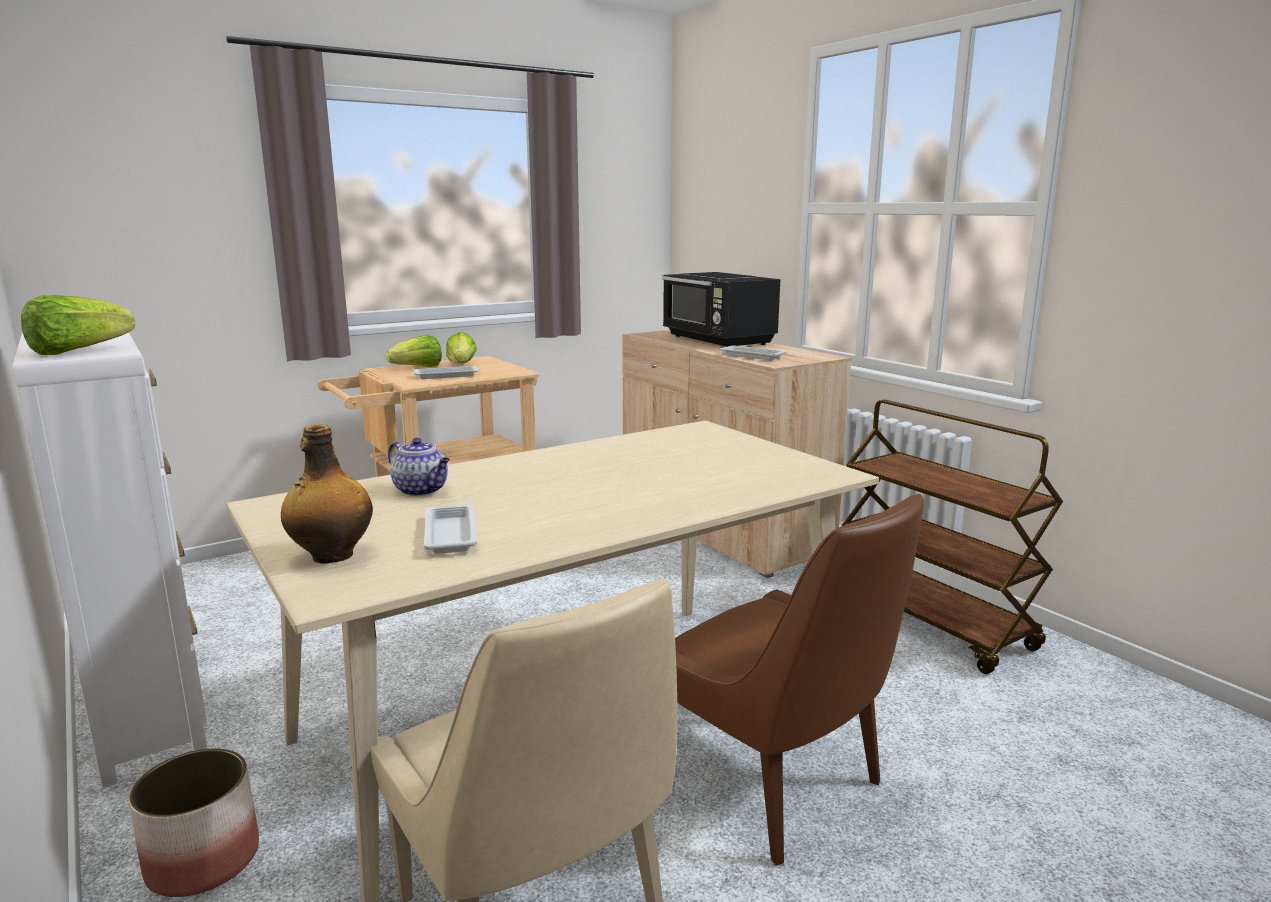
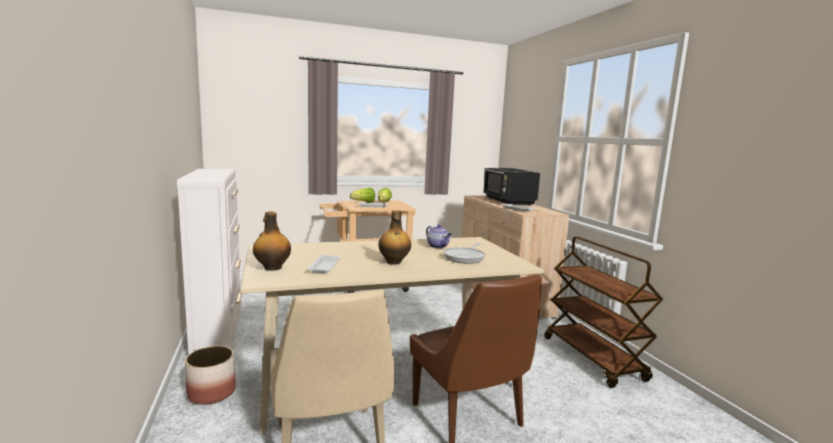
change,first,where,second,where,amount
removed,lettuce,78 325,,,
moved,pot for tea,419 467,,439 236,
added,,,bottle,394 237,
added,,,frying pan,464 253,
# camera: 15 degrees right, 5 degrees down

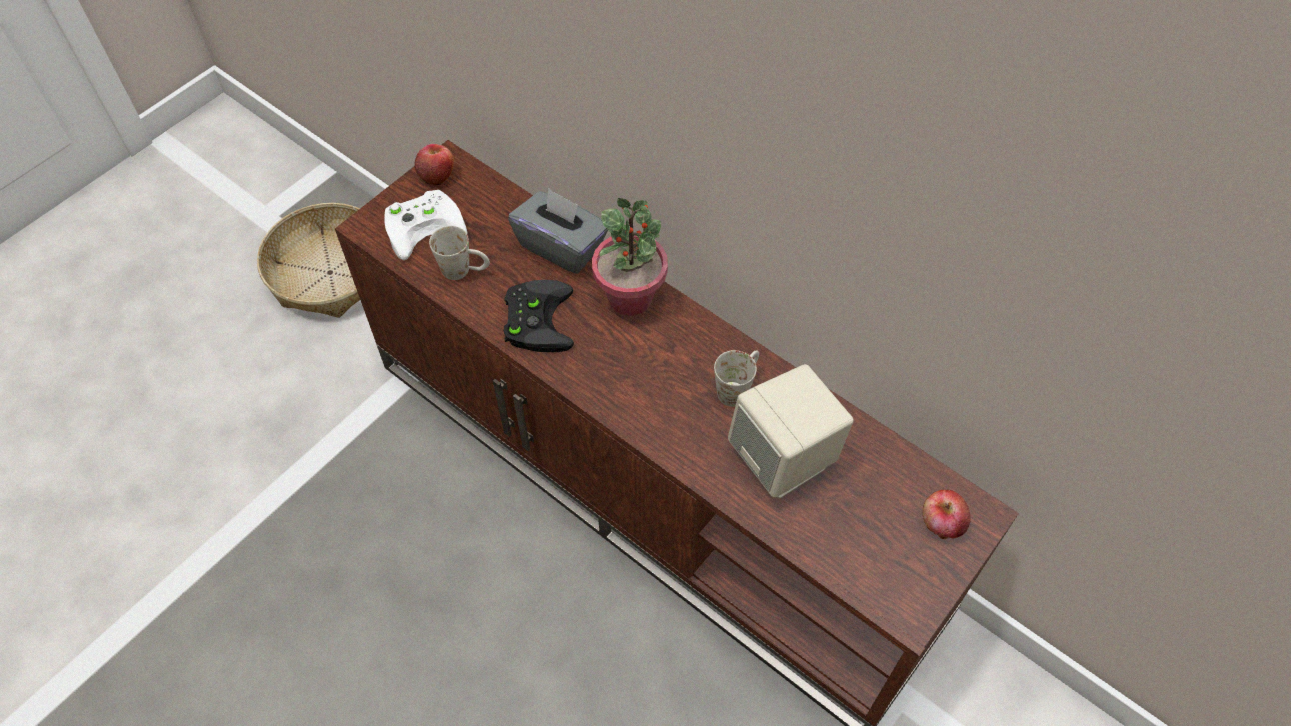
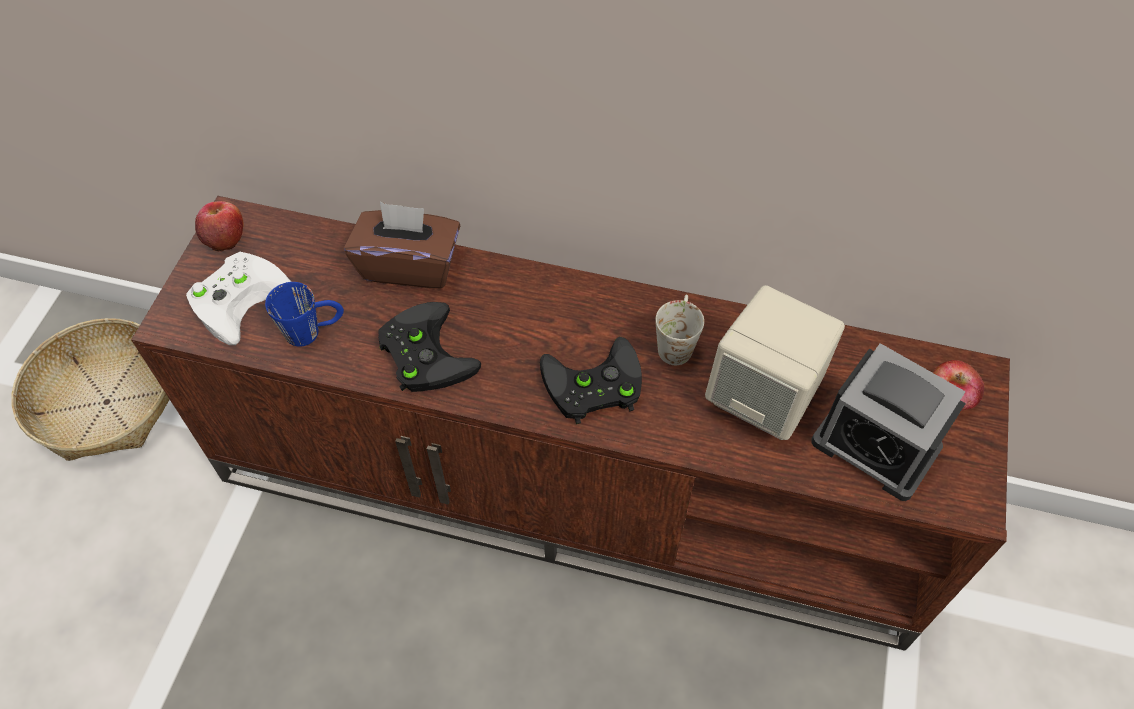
change,first,where,second,where,amount
recoloured,white tea mug,459 253,bluish tea mug,304 314,
recoloured,grey tissue box,558 231,brown tissue box,402 245,
removed,potted plant,630 257,,,
added,,,black-coloured joypad,591 380,
added,,,alarm clock,889 422,
# camera: 25 degrees left, 0 degrees up

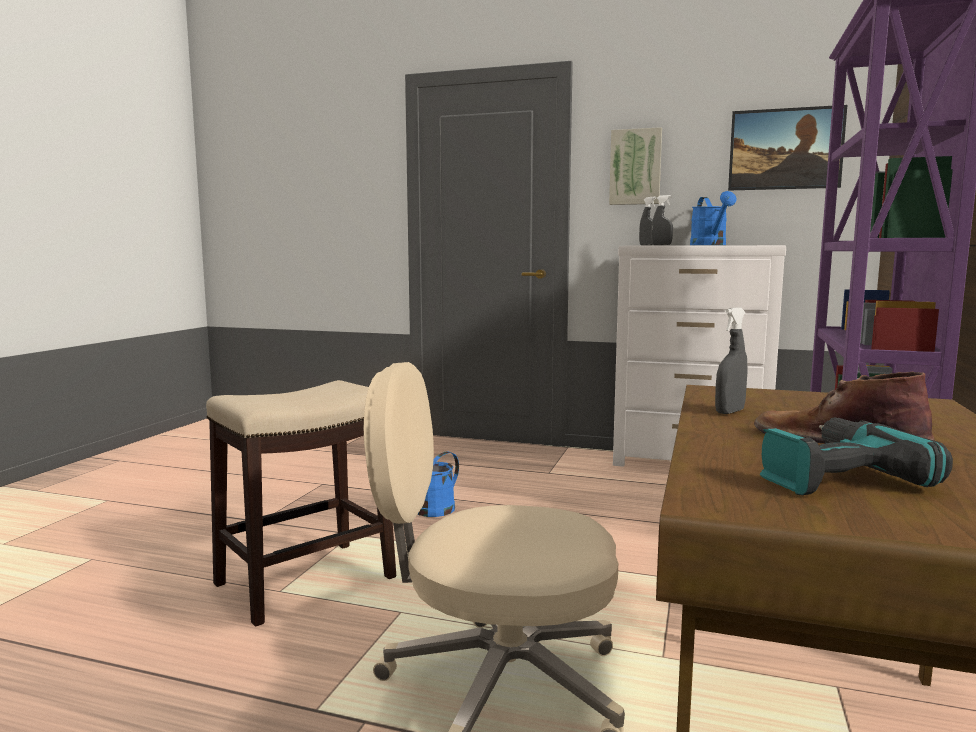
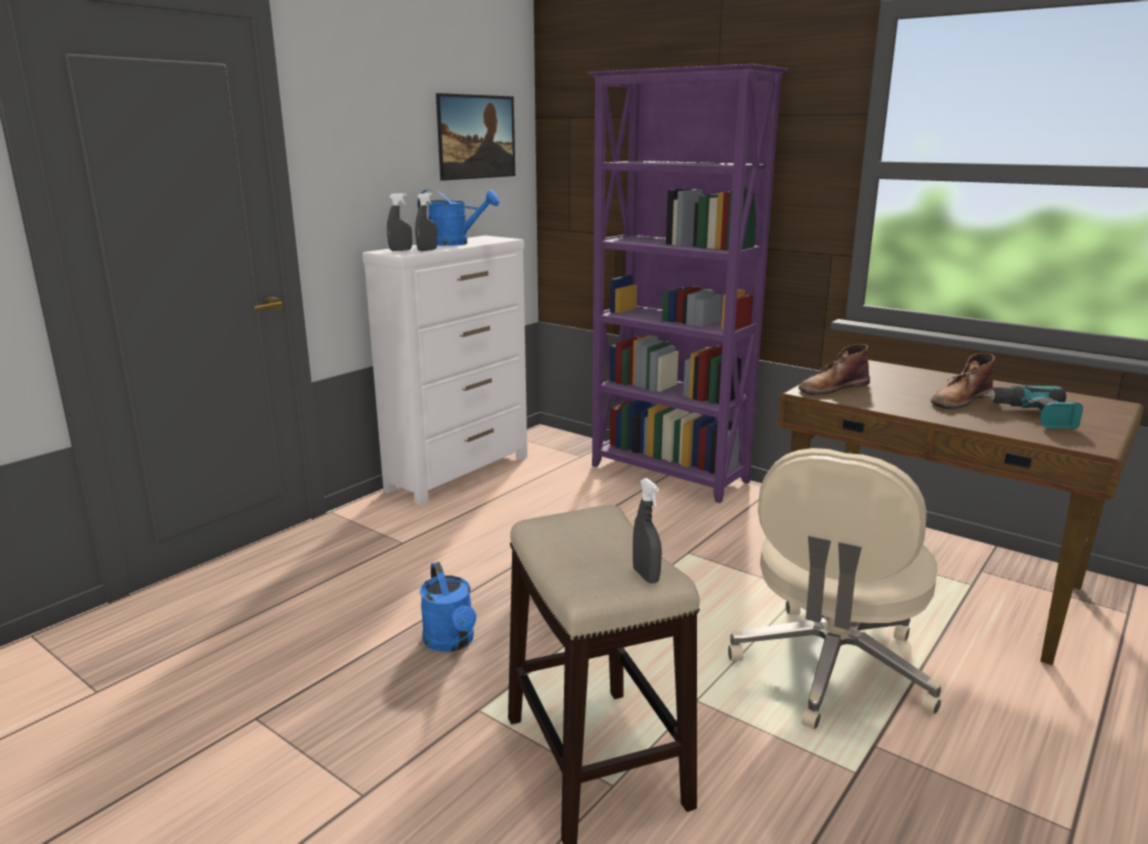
change,first,where,second,where,amount
removed,picture,635 166,,,
moved,grey spray bottle,731 360,,647 531,
added,,,brown boot,834 369,
# camera: 70 degrees left, 10 degrees up

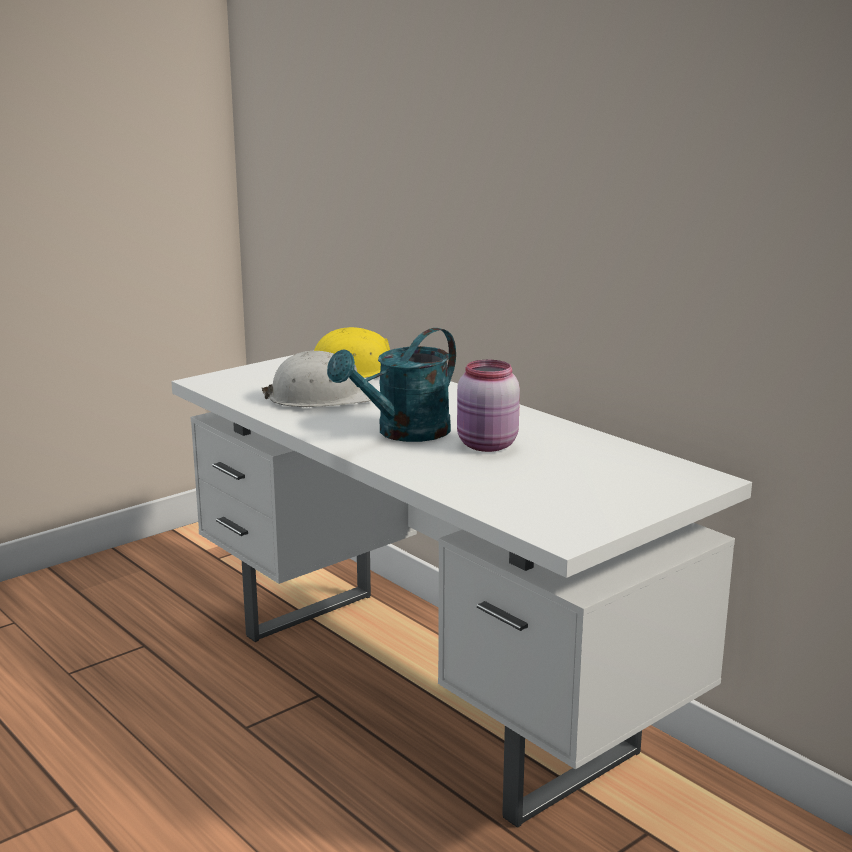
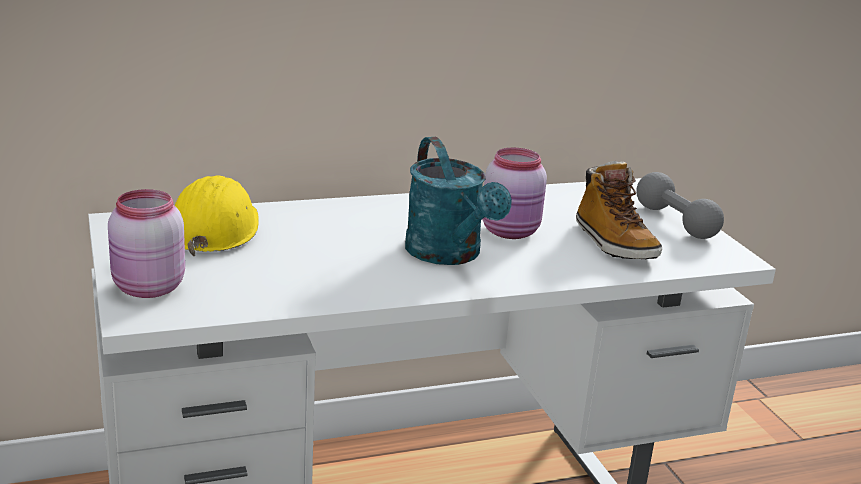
change,first,where,second,where,amount
removed,white work helmet,316 379,,,
added,,,pink storage jar,146 243,
added,,,boot,619 210,
added,,,grey hand weight,680 205,
# camera: 70 degrees left, 5 degrees up

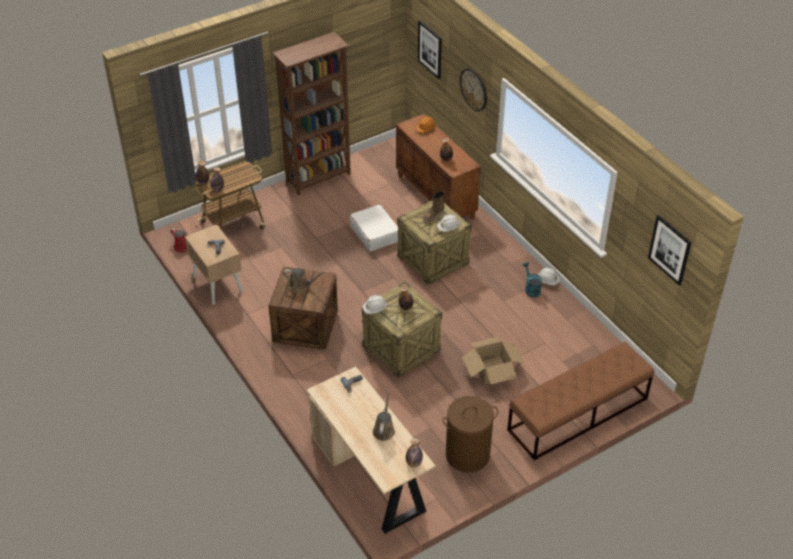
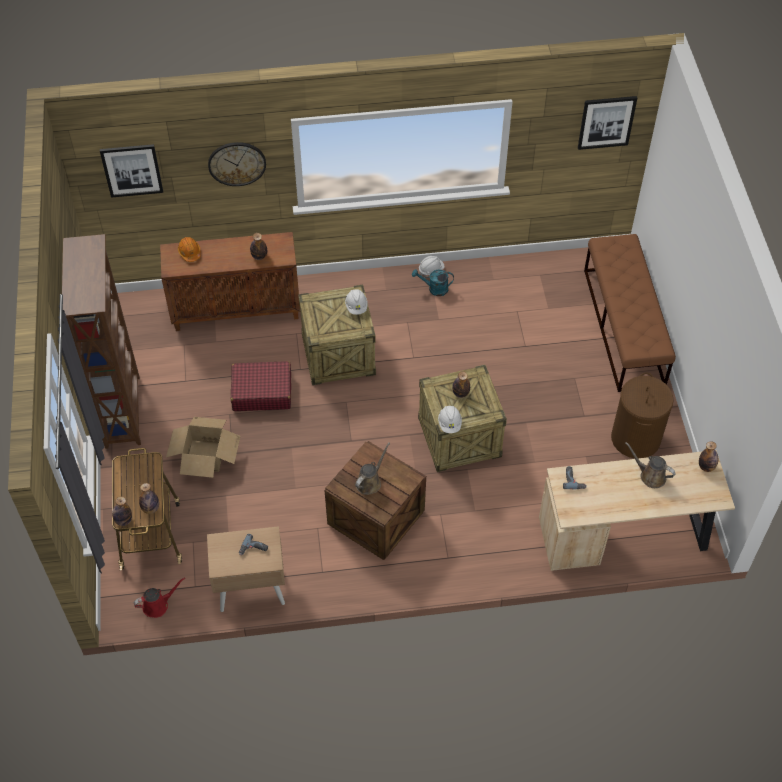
change,first,where,second,where,amount
recoloured,white piece of luggage,374 228,reddish piece of luggage,261 386,
removed,boot,434 206,,,
moved,cardboard box,493 360,,203 447,
# camera: 65 degrees left, 10 degrees up

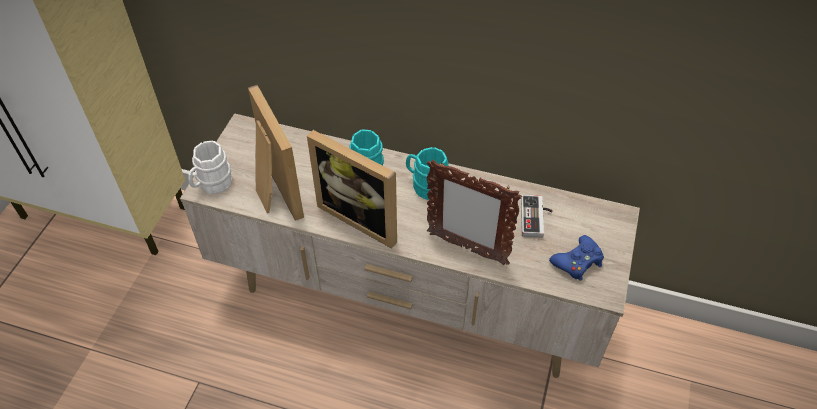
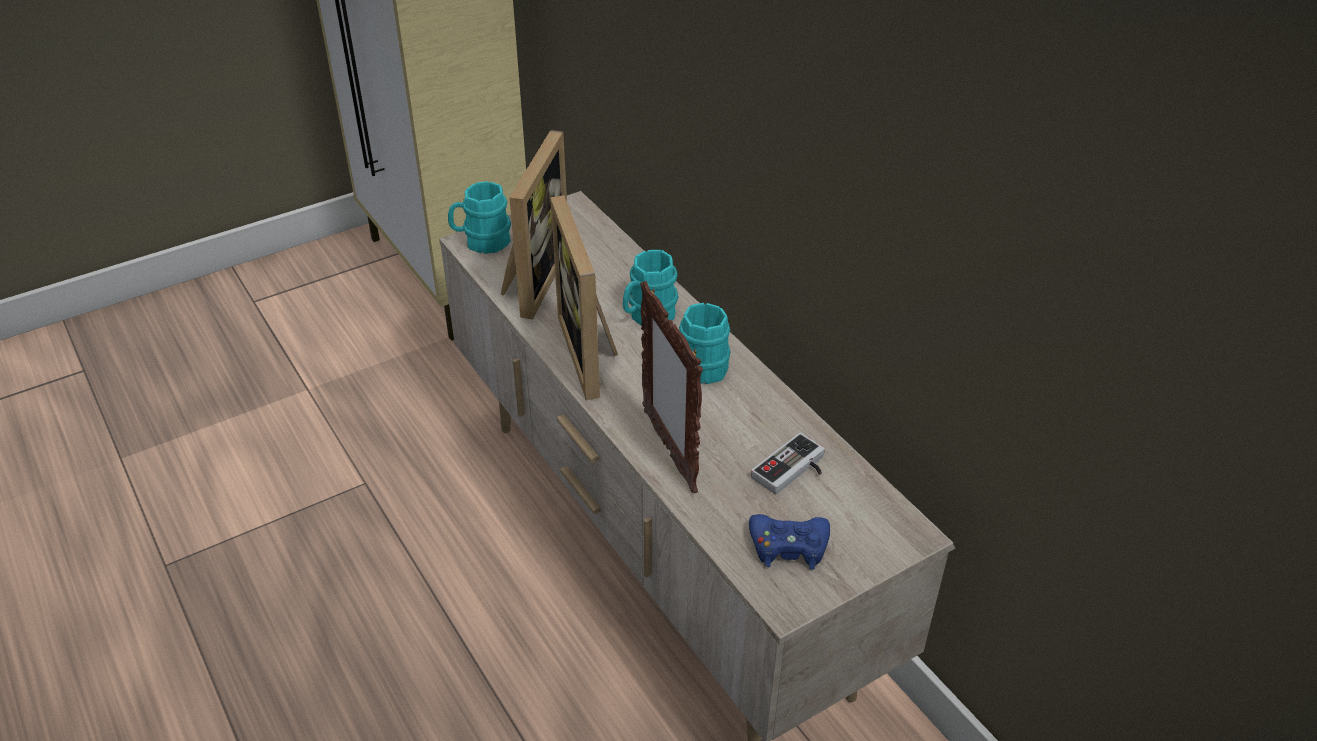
change,first,where,second,where,amount
recoloured,white tea mug,210 167,turquoise-coloured tea mug,479 217,
# camera: 40 degrees right, 10 degrees down

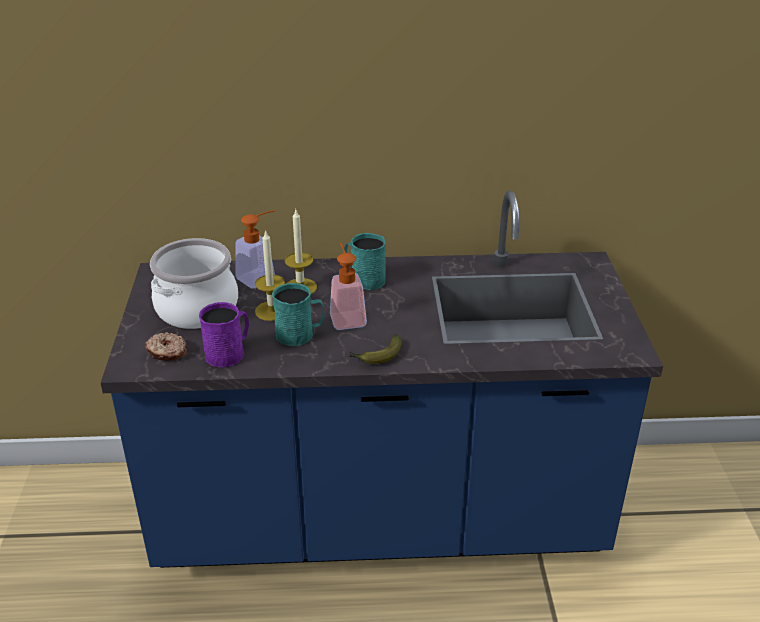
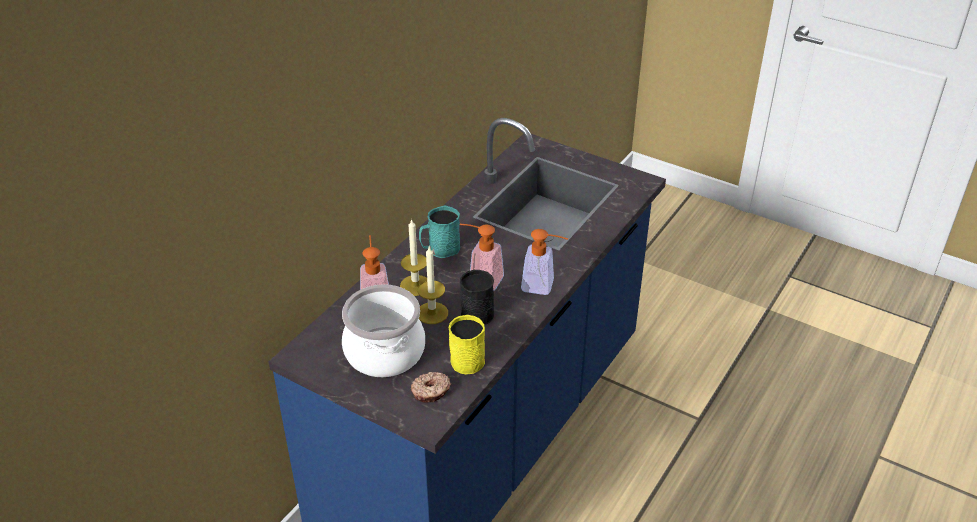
change,first,where,second,where,amount
recoloured,purple tea mug,224 334,yellow tea mug,467 345,
recoloured,turquoise-coloured tea mug,298 314,black-coloured tea mug,477 297,
replaced,whole banana,375 349,soap bottle,544 262,
# camera: 55 degrees left, 5 degrees up

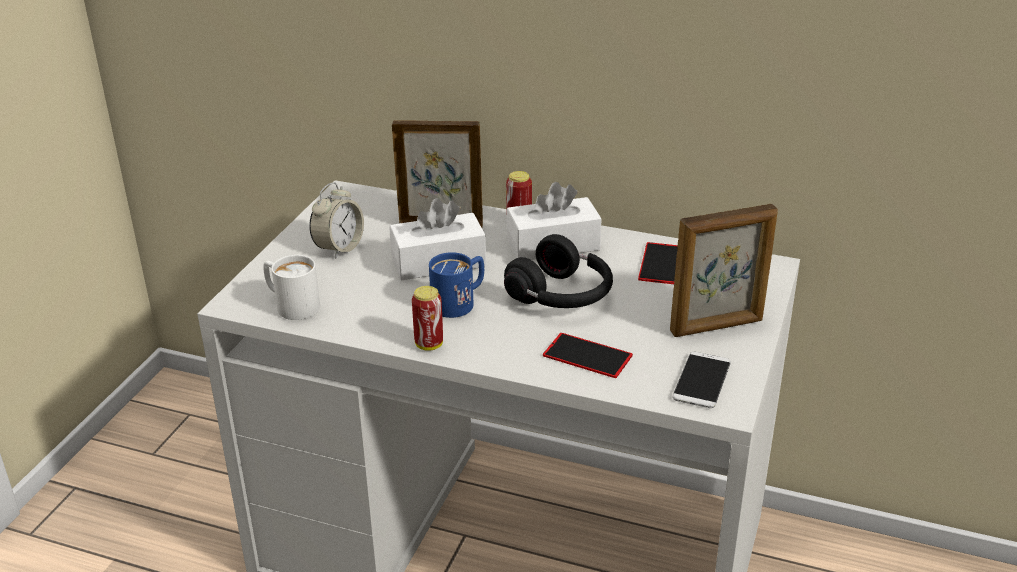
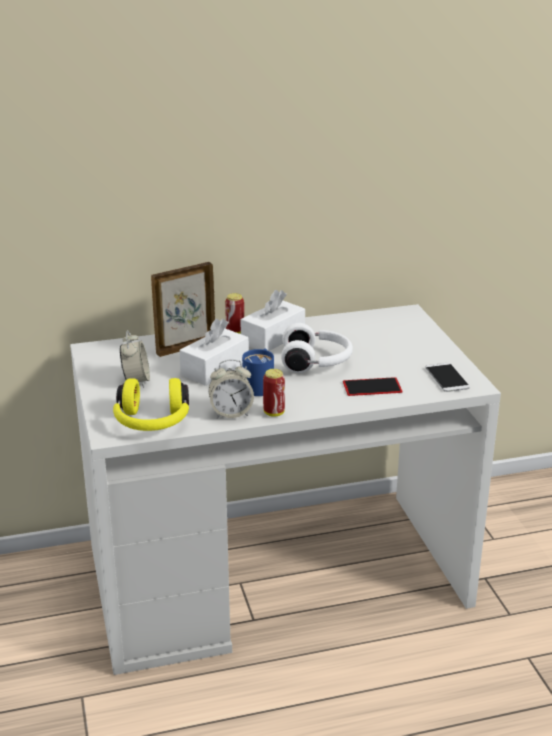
change,first,where,second,where,amount
replaced,white tea mug,291 287,yellow pair of headphones,151 404,
recoloured,black-coloured pair of headphones,558 271,white pair of headphones,317 348,
removed,handset,658 263,,,
removed,photo frame,724 270,,,
added,,,alarm clock,231 389,
# camera: 35 degrees left, 5 degrees down

